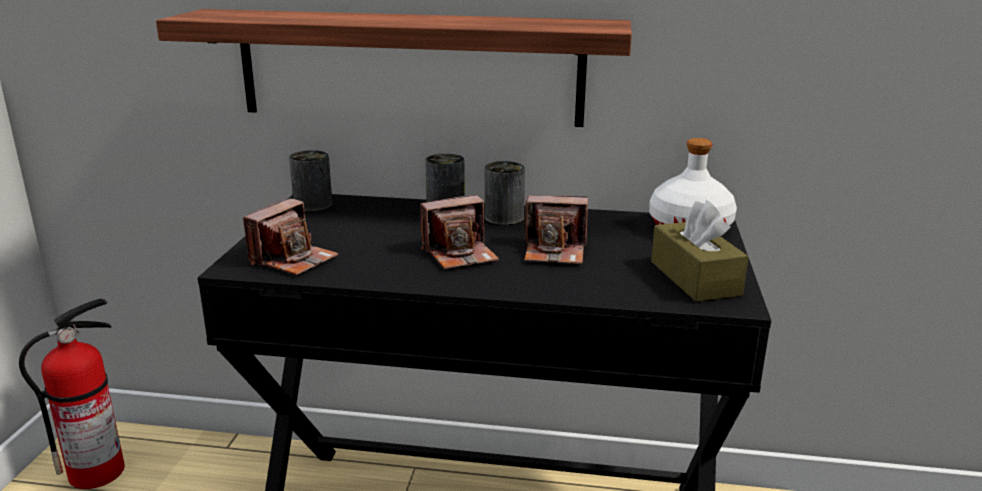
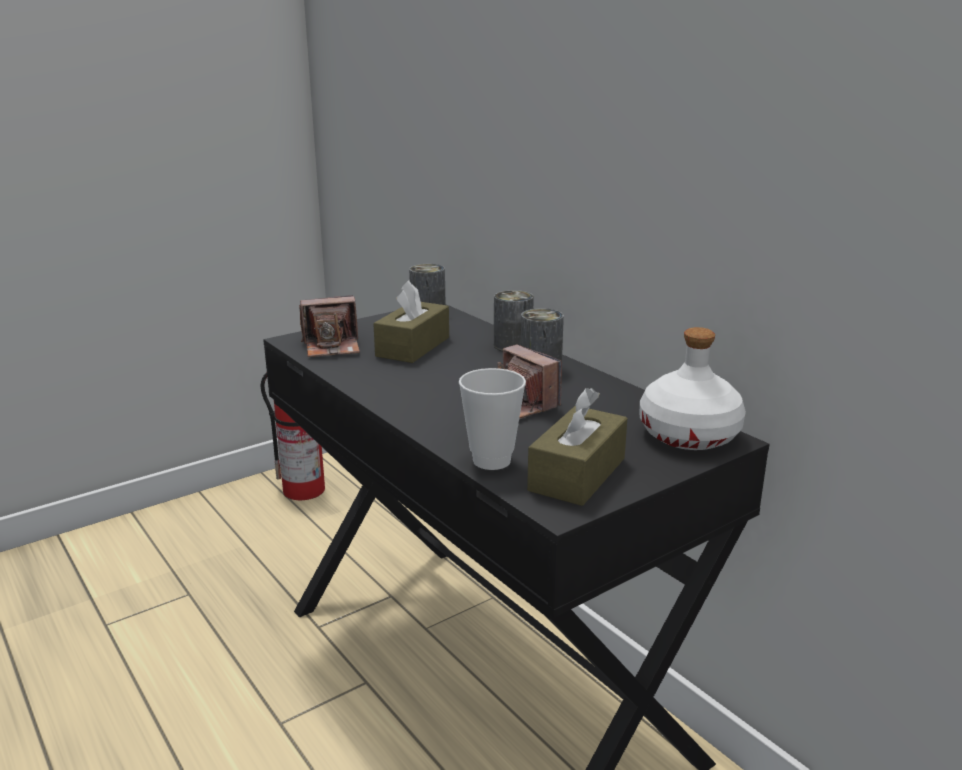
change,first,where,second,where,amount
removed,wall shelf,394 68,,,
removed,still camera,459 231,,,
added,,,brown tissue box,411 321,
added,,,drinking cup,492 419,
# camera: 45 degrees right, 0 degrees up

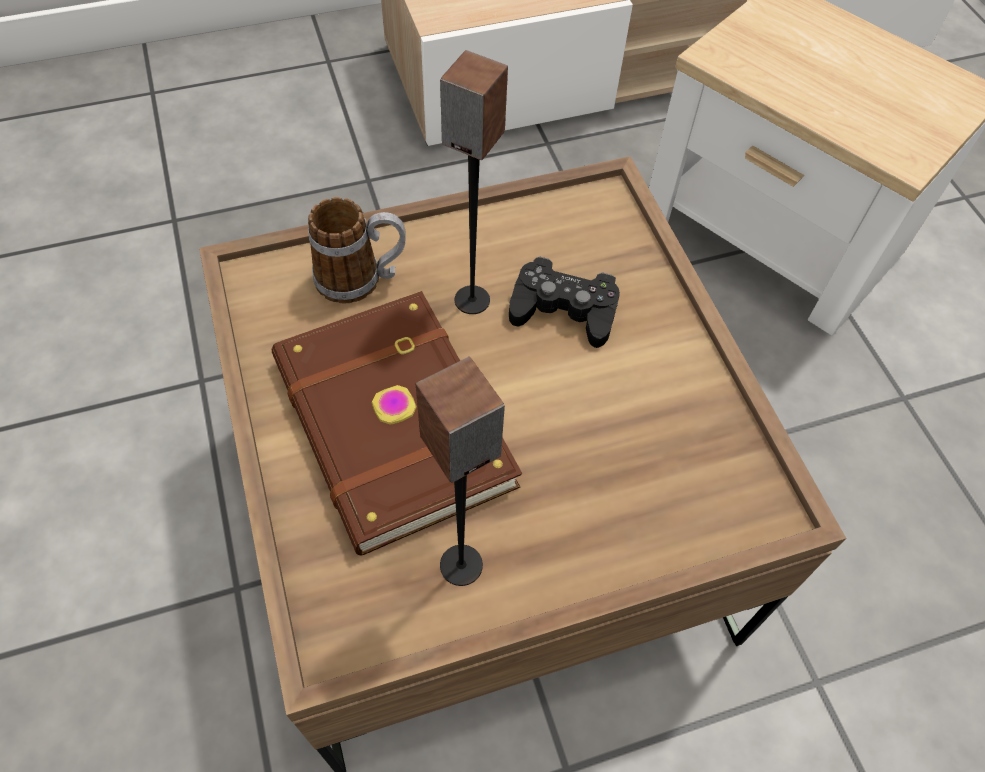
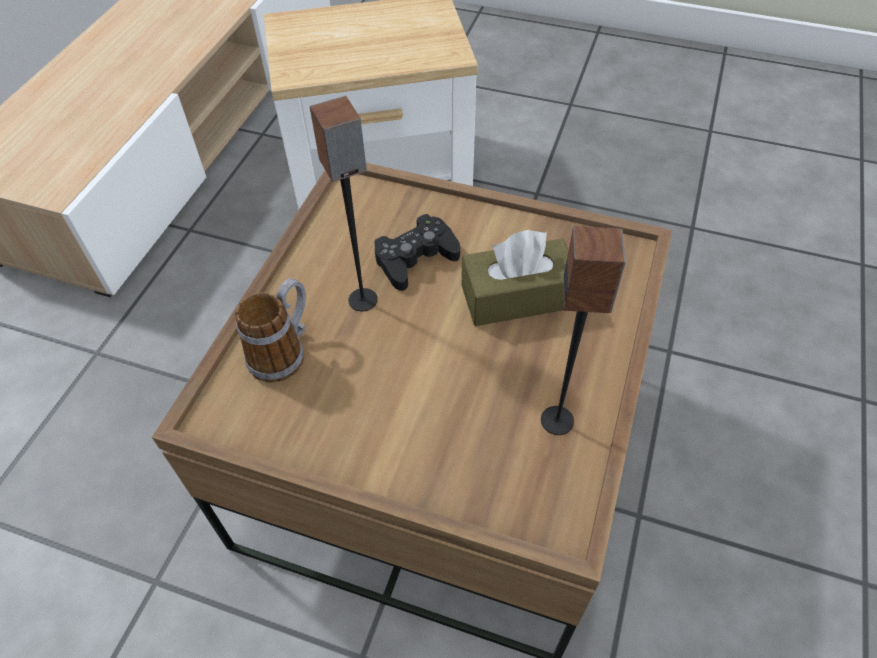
change,first,where,second,where,amount
removed,brown book,397 423,,,
added,,,brown tissue box,515 278,
# camera: 50 degrees left, 5 degrees down

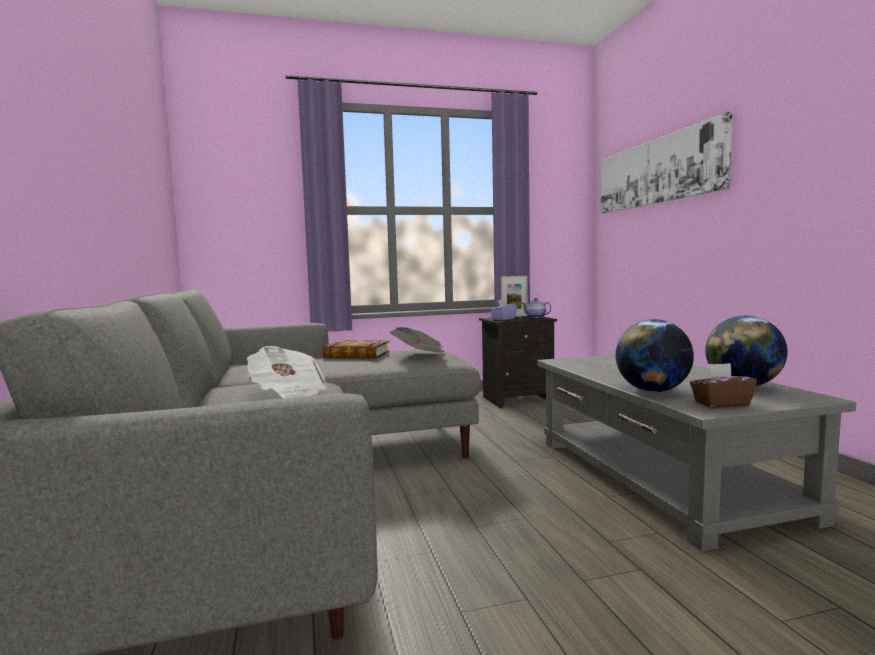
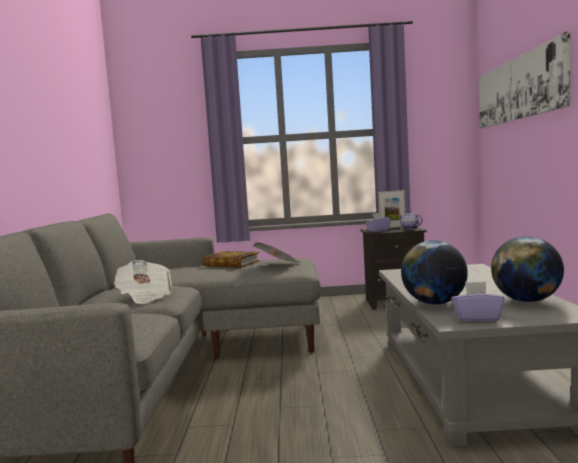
change,first,where,second,where,amount
recoloured,brown tissue box,723 385,purple tissue box,478 301,
# camera: 15 degrees right, 0 degrees up

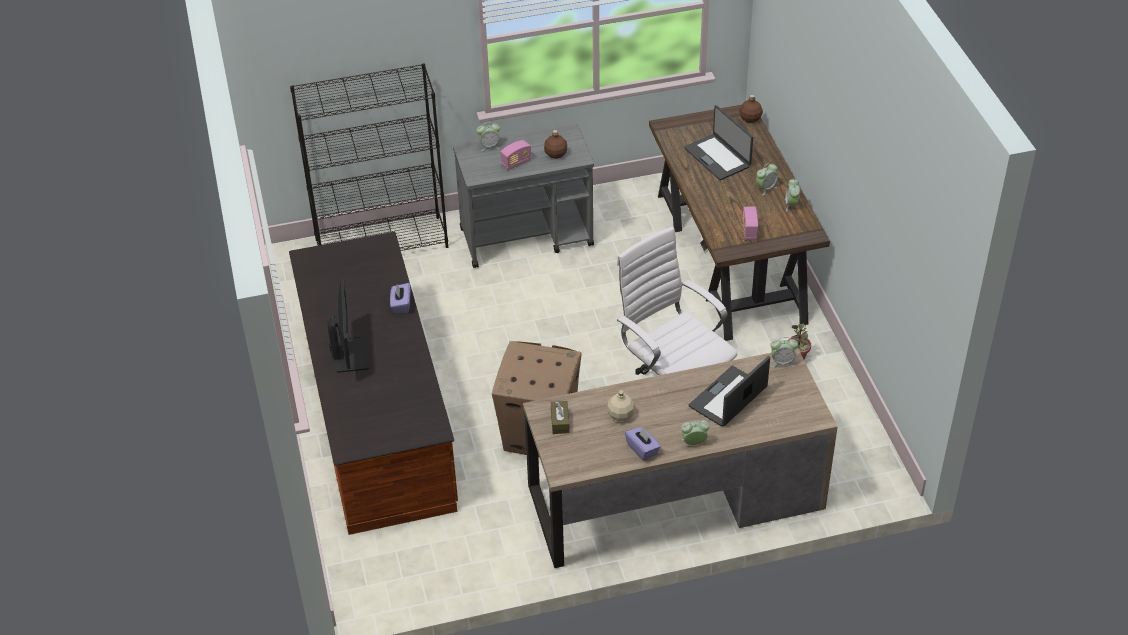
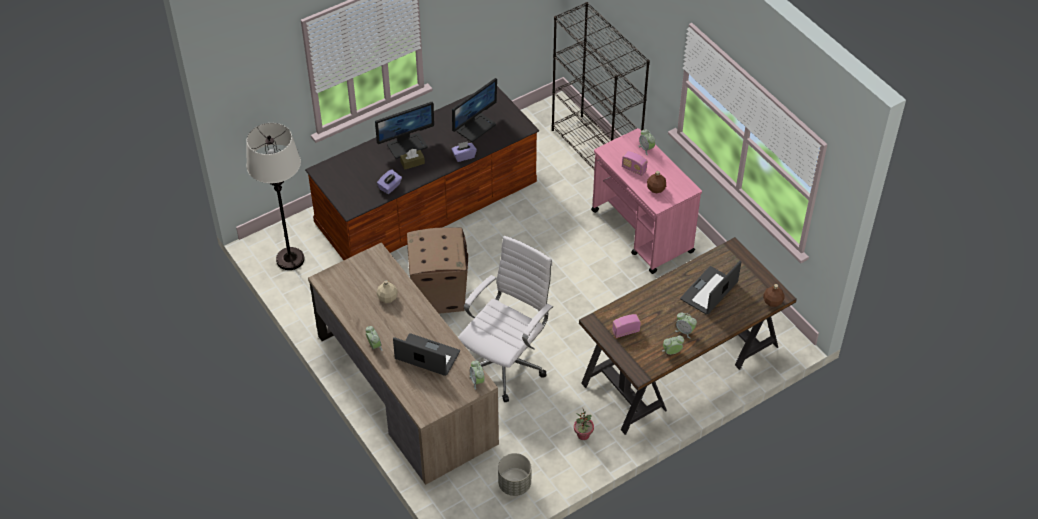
change,first,where,second,where,amount
recoloured,grey wheeled cart,523 195,pink wheeled cart,646 201,
moved,brown tissue box,560 417,,412 159,
moved,purple tissue box,643 444,,389 181,
added,,,white standard lamp,275 196,
added,,,computer display,474 110,
added,,,grey planter,515 474,
# camera: 70 degrees right, 5 degrees up

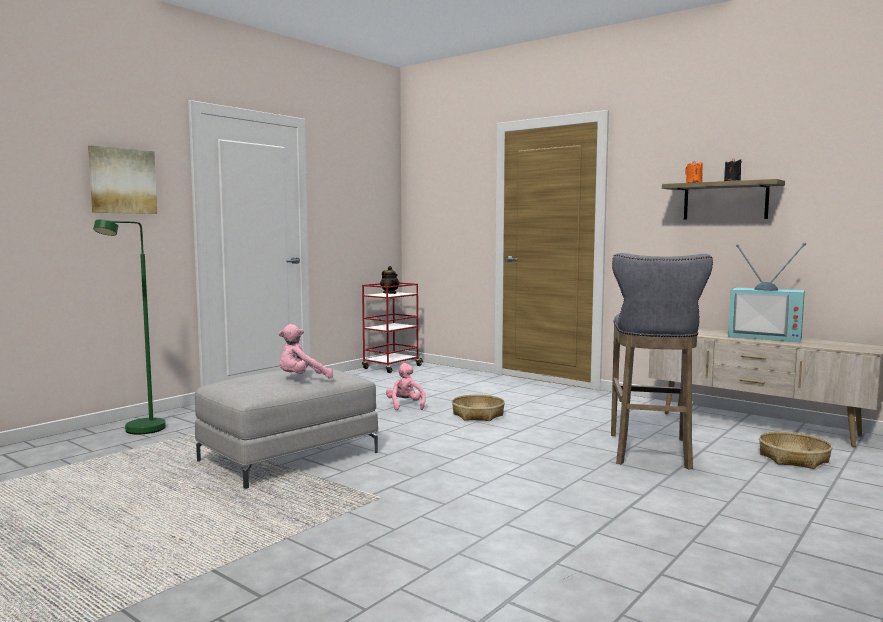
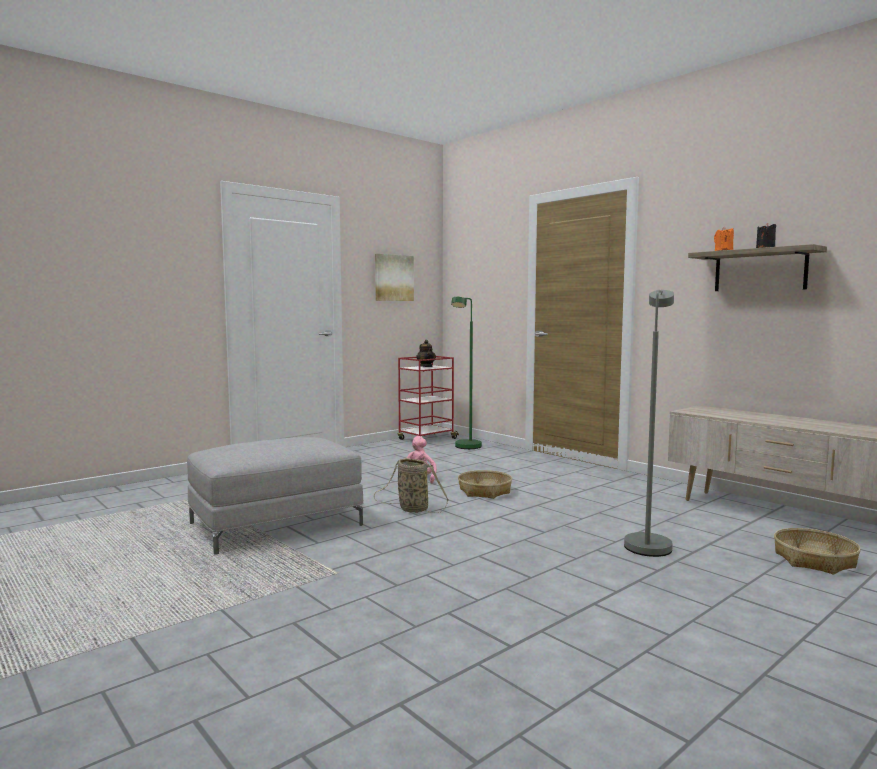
change,first,where,second,where,amount
moved,picture,122 179,,394 277,
moved,green-coloured standard lamp,129 326,,466 373,
removed,pink soft toy,306 351,,,
replaced,grey sitting stool,662 361,grey standard lamp,649 423,
removed,television,767 292,,,
added,,,basket,411 485,
# camera: 10 degrees right, 0 degrees up

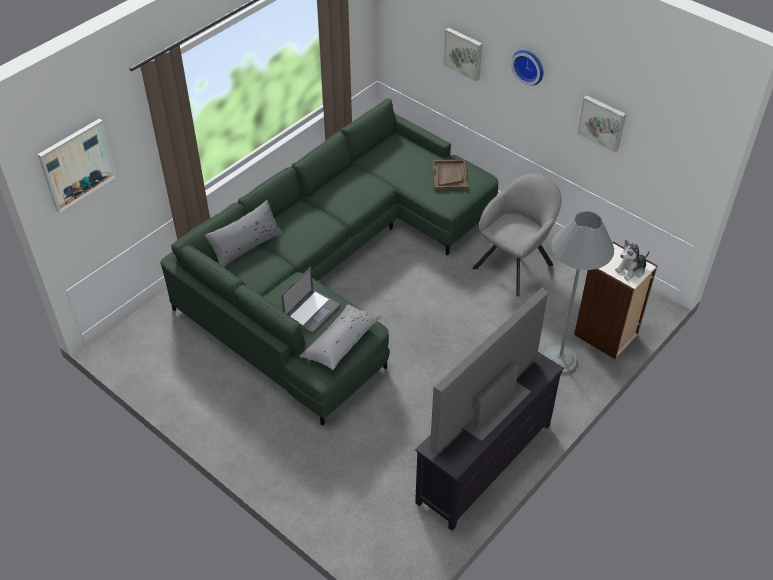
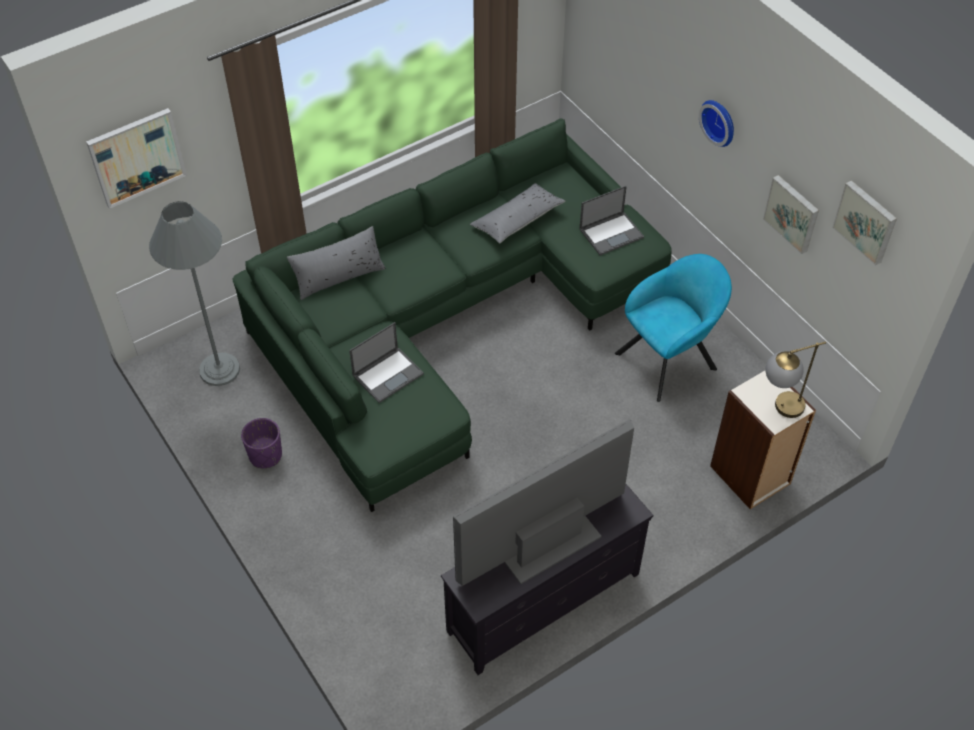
change,first,where,second,where,amount
moved,grey cushion,340 337,,518 213,
replaced,brown carrying tray,450 175,laptop,611 221,
moved,picture,463 54,,864 222,
recoloured,grey easy chair,517 234,turquoise-coloured easy chair,673 328,
moved,grey standard lamp,579 292,,194 293,
replaced,soft toy,632 260,lamp for a table,796 380,
added,,,purple planter,261 443,
# camera: 15 degrees right, 5 degrees up

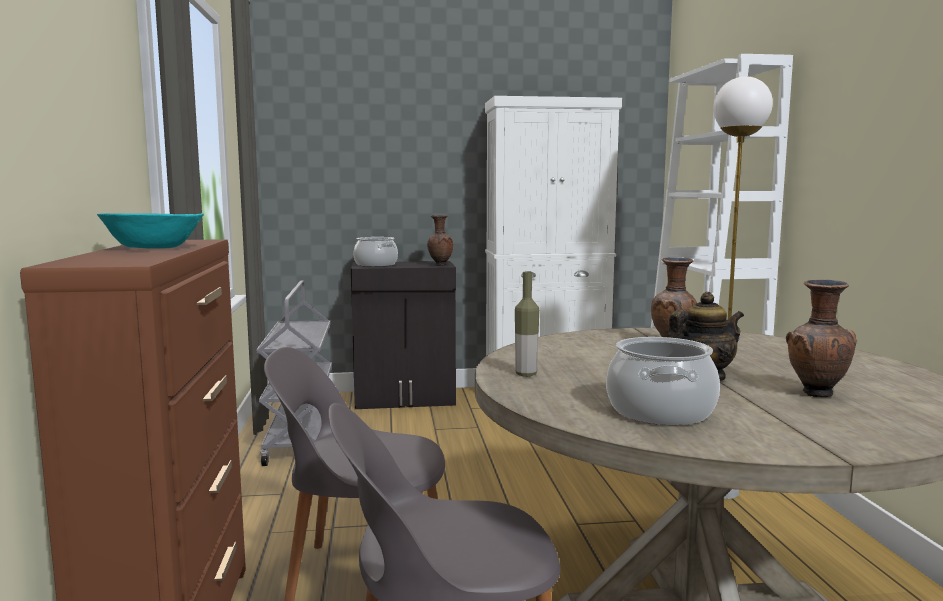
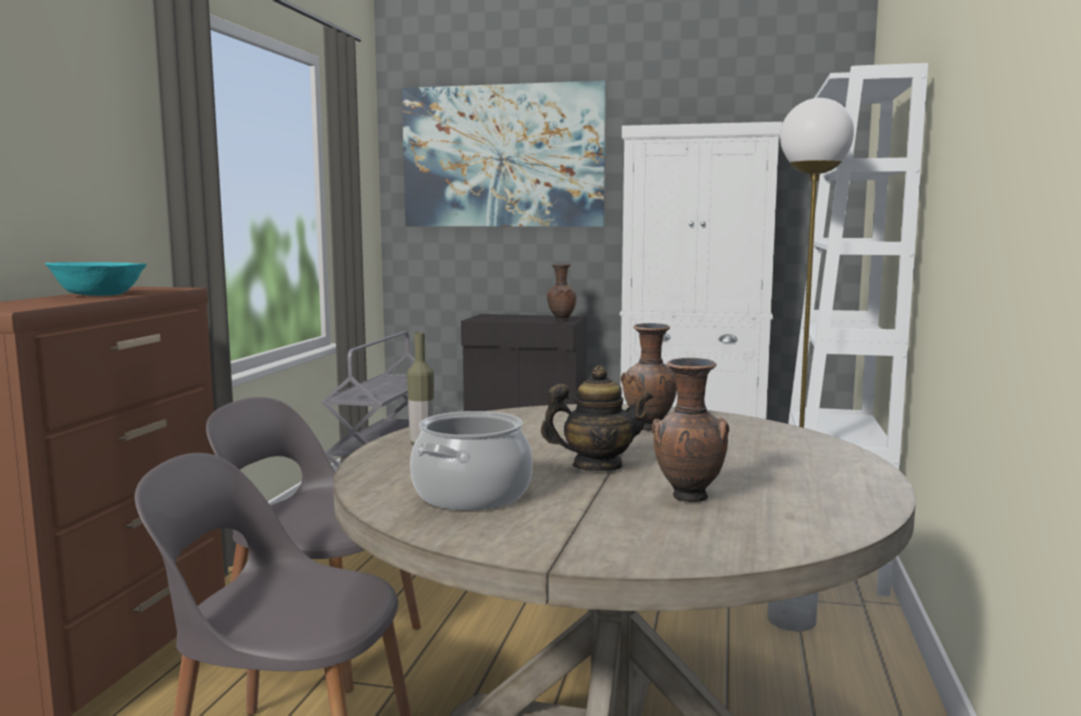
change,first,where,second,where,amount
removed,cooking pot,375 252,,,
added,,,picture,504 153,
# camera: 20 degrees right, 0 degrees up

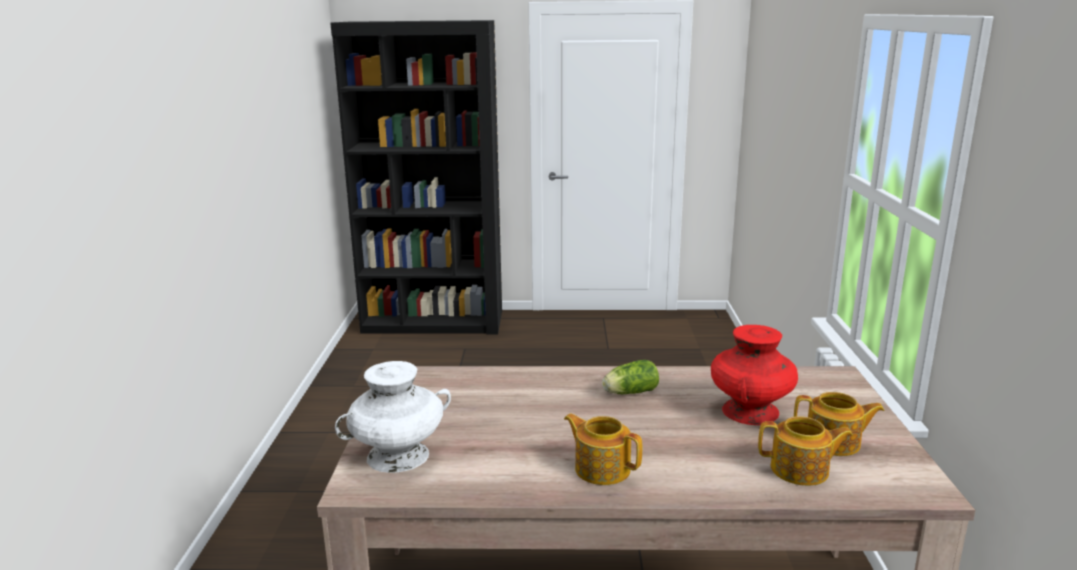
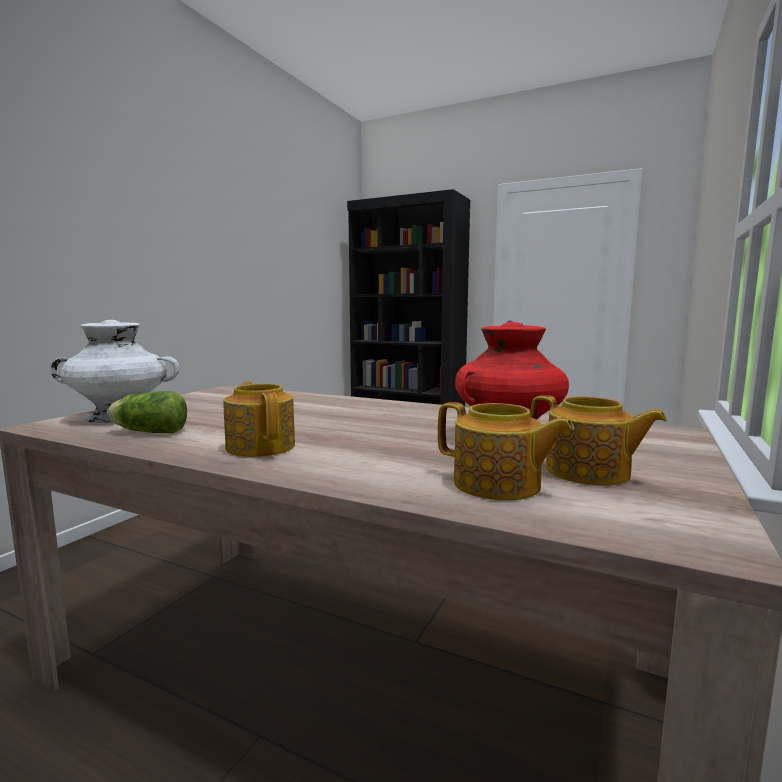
change,first,where,second,where,amount
moved,lettuce,630 377,,147 412,
# camera: 25 degrees right, 10 degrees down

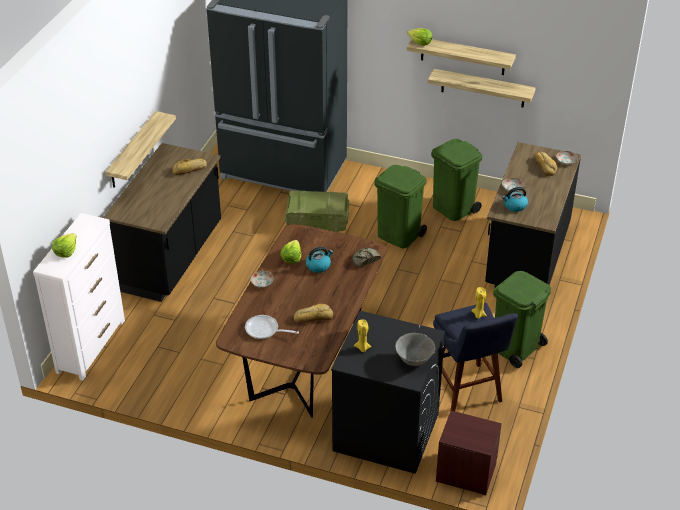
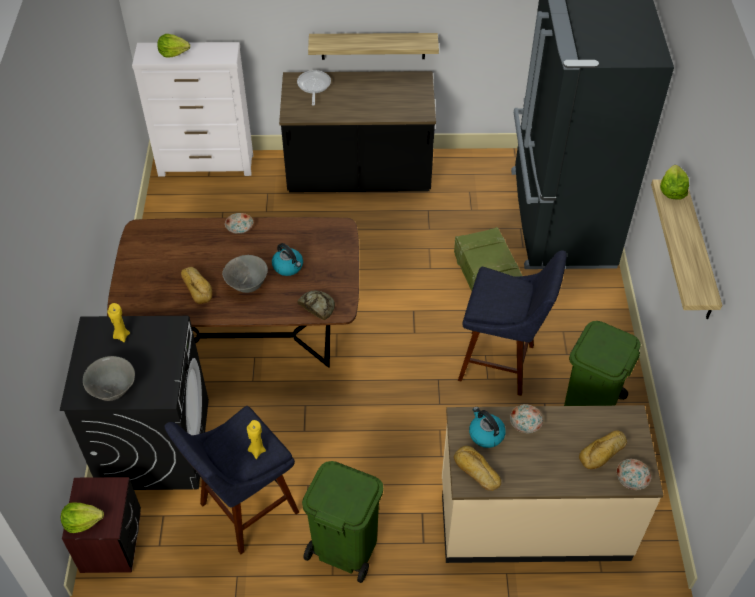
change,first,where,second,where,amount
moved,bakery bread,189 167,,477 468,
moved,frying pan,272 327,,314 87,
moved,lettuce,290 251,,82 517,
replaced,green-coloured trash can,400 206,bluish sitting stool,512 323,
removed,wall shelf,482 88,,,
recoloured,black-coloured kitchen base unit,533 215,beige kitchen base unit,552 484,
added,,,grey serving bowl,245 274,
# camera: 70 degrees right, 10 degrees up

